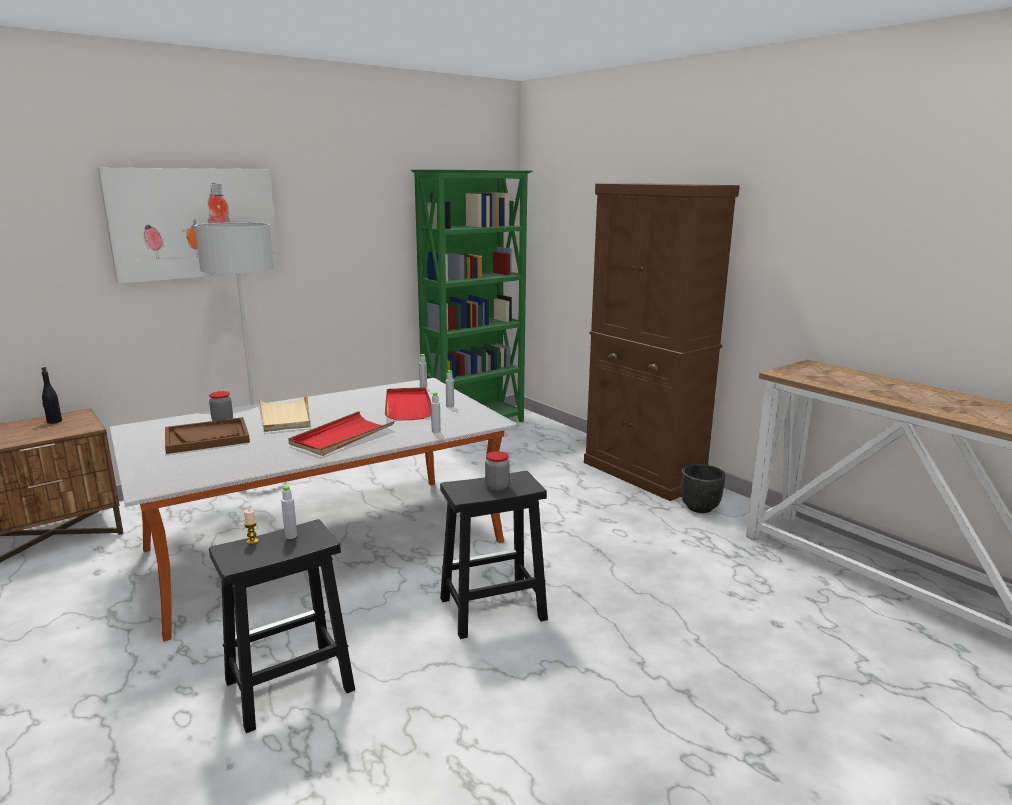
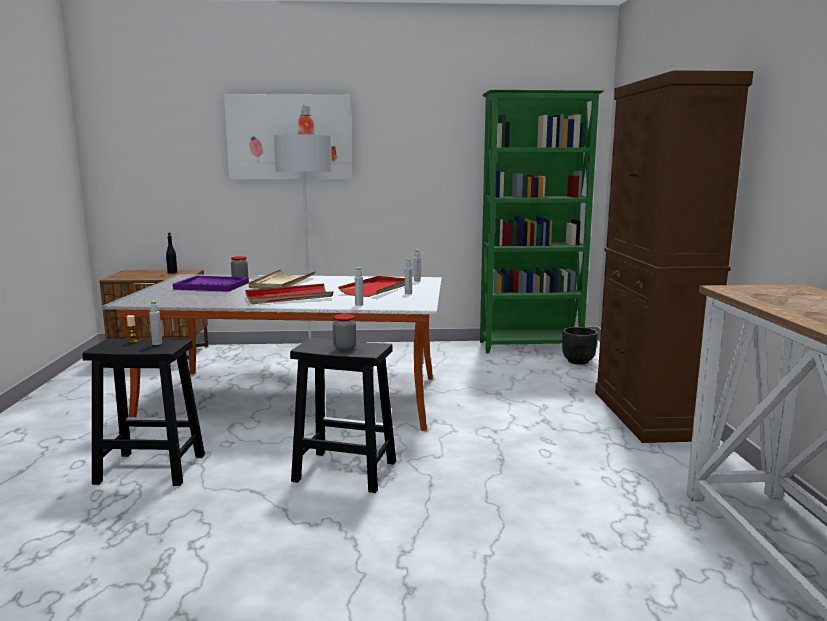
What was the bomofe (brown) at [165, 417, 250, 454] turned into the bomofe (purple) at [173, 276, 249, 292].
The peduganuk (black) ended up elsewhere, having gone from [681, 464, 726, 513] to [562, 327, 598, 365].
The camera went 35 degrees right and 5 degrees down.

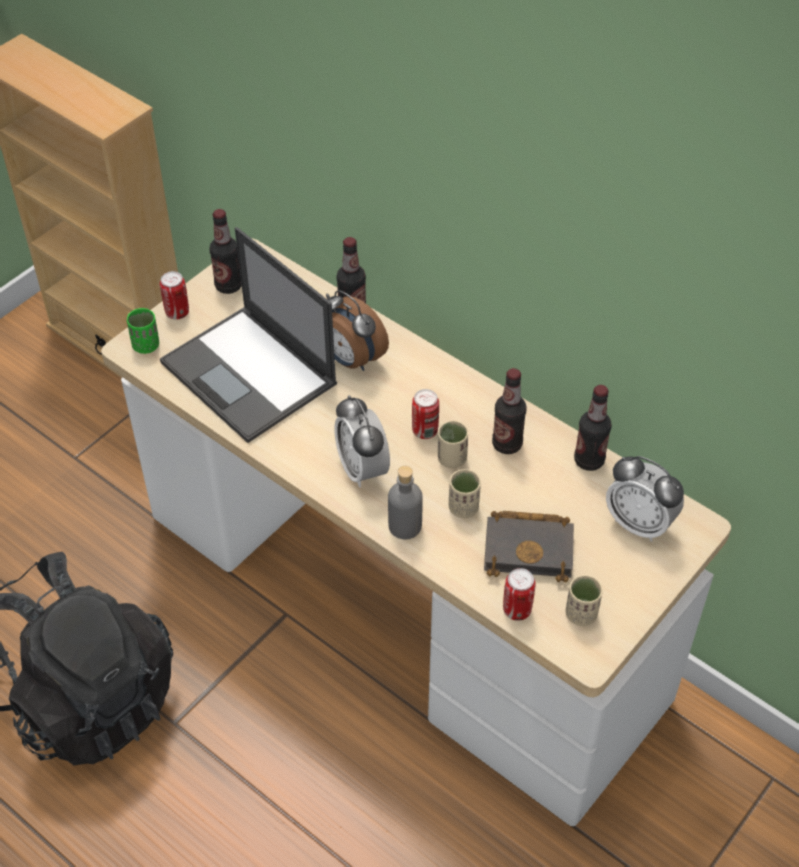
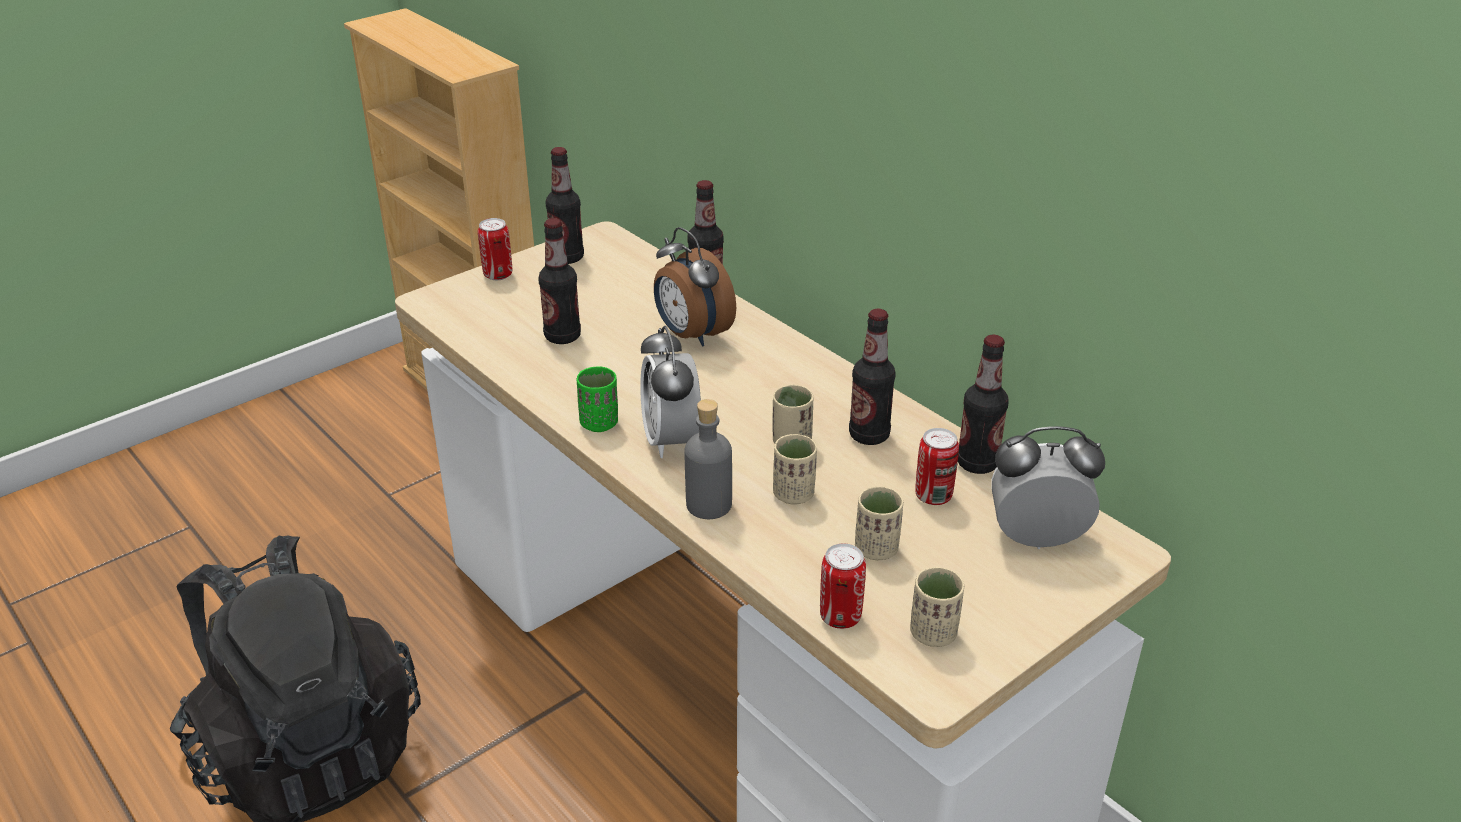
Where the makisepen stood at [160, 227, 337, 443], the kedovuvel came to stand at [538, 218, 581, 344].
The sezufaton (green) ended up elsewhere, having gone from [127, 308, 159, 354] to [577, 366, 618, 432].
Where the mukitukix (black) stood at [484, 511, 574, 583], the sezufaton (beige) came to stand at [855, 486, 904, 560].
The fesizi ended up elsewhere, having gone from [412, 389, 439, 439] to [915, 428, 959, 505].
The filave at [606, 456, 684, 542] ended up facing another way, 135 degrees clockwise from before.
The camera went 10 degrees right and 15 degrees down.

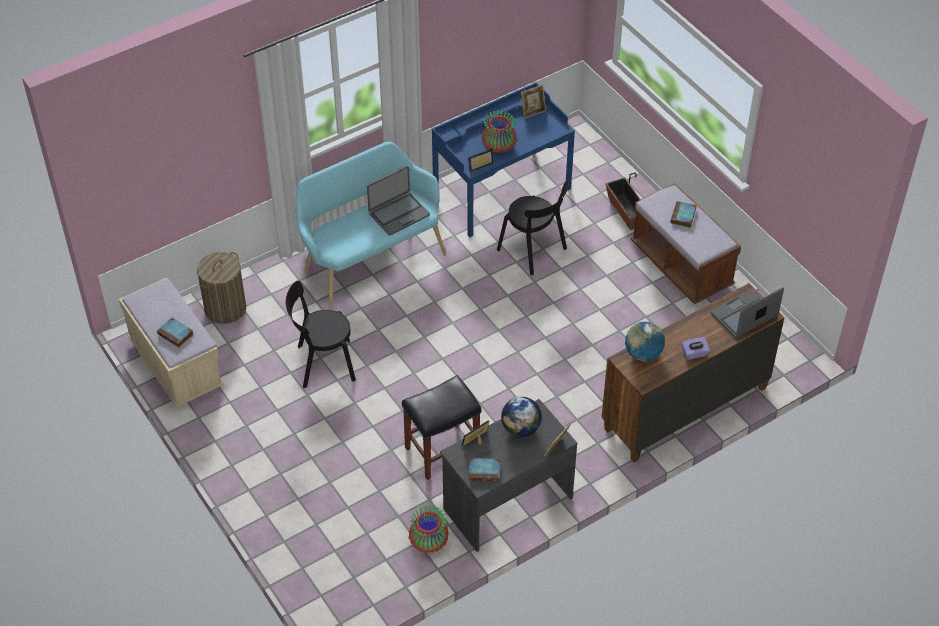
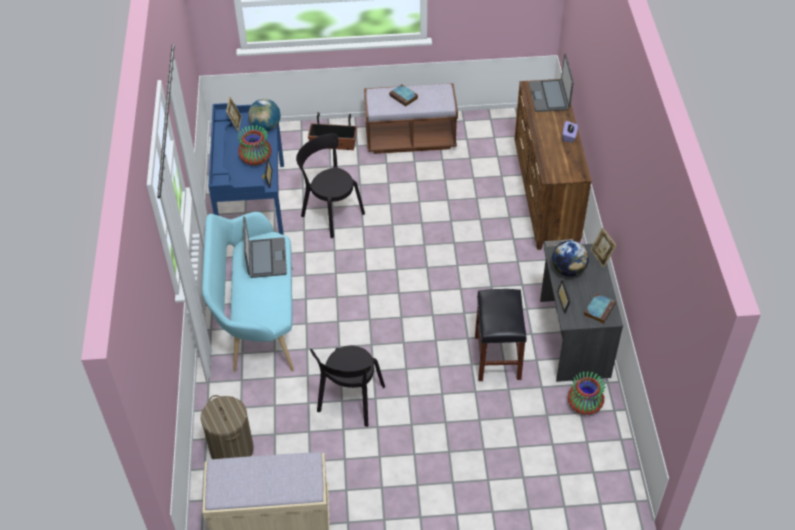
The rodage ended up elsewhere, having gone from [625, 322, 665, 361] to [248, 99, 281, 131].
The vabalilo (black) at [497, 180, 569, 275] ended up facing another way, 120 degrees counterclockwise from before.
The second view lost the mukitukix at [157, 318, 194, 347].
The camera went 60 degrees left and 0 degrees up.

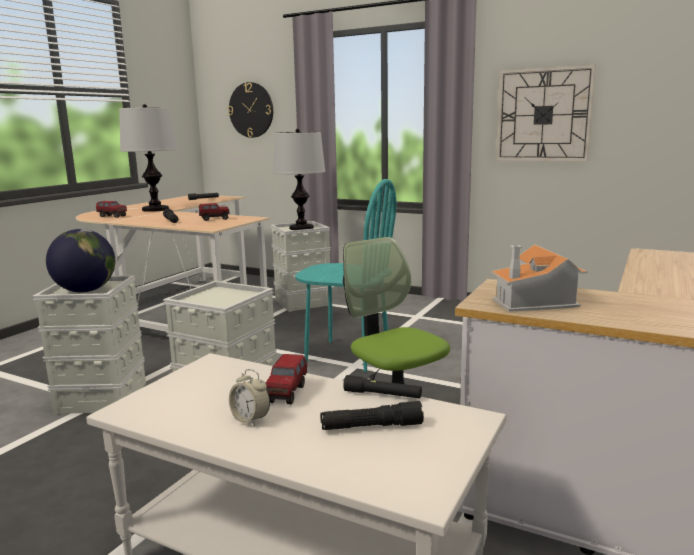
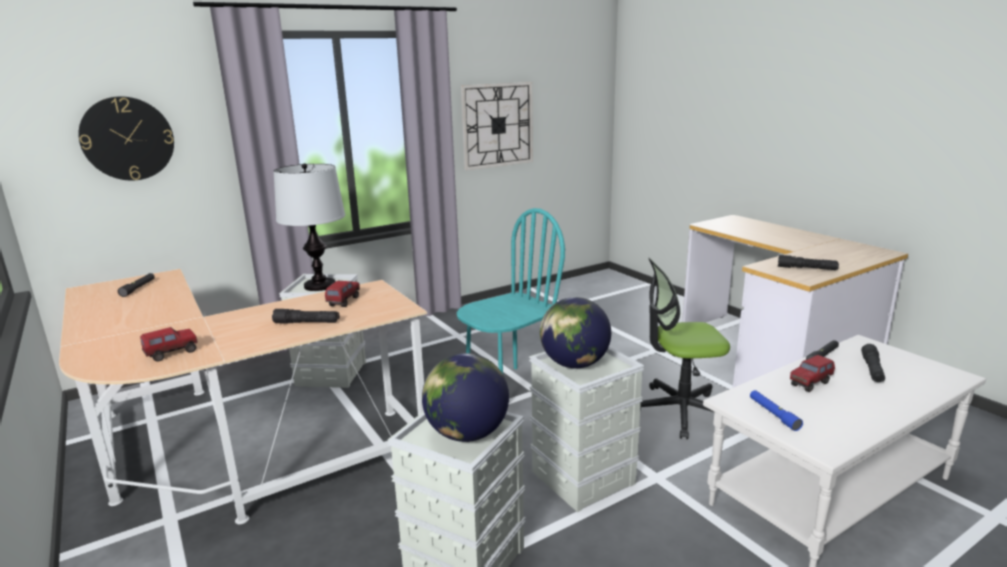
The second view gained the rodage at [540, 297, 611, 368].
The second view gained the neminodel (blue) at [750, 390, 803, 431].
Where the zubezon stood at [491, 244, 588, 312], the neminodel (black) came to stand at [778, 255, 839, 270].
The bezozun at [266, 354, 307, 404] ended up facing another way, 105 degrees clockwise from before.
The second view lost the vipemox at [119, 104, 178, 212].
The second view lost the filave at [229, 369, 270, 426].
The camera went 60 degrees left and 5 degrees up.

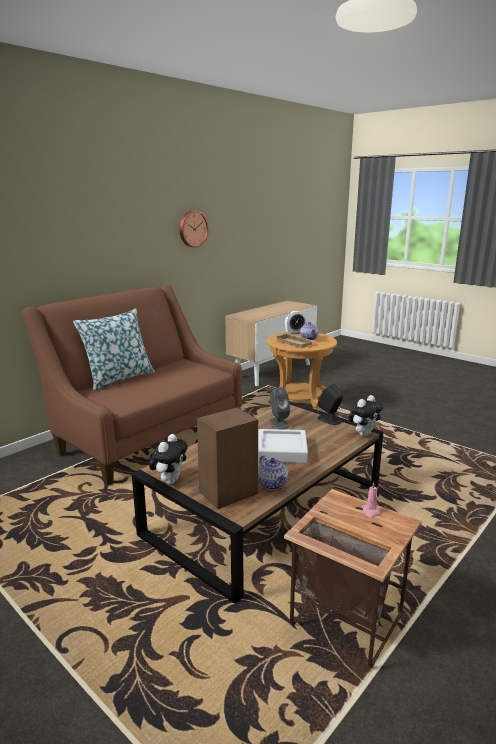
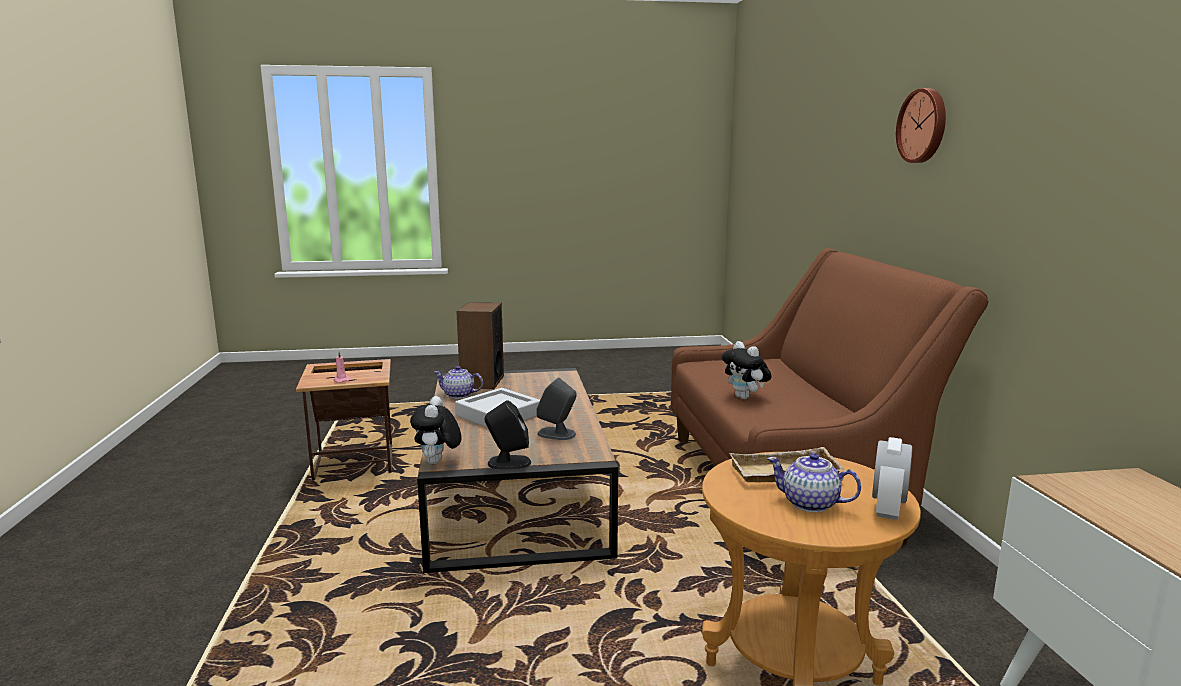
The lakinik ended up elsewhere, having gone from [149, 434, 188, 484] to [722, 341, 772, 399].
The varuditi ended up elsewhere, having gone from [179, 211, 209, 248] to [896, 88, 946, 163].
The second view lost the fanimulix at [73, 309, 155, 391].
The camera went 130 degrees right and 5 degrees down.

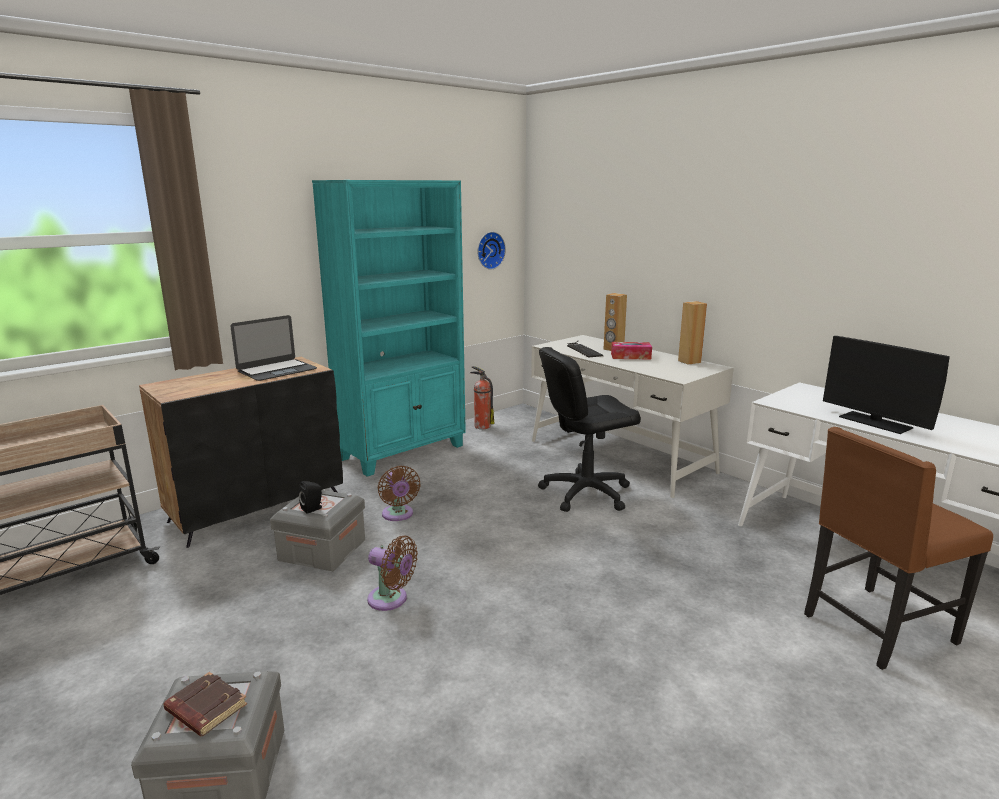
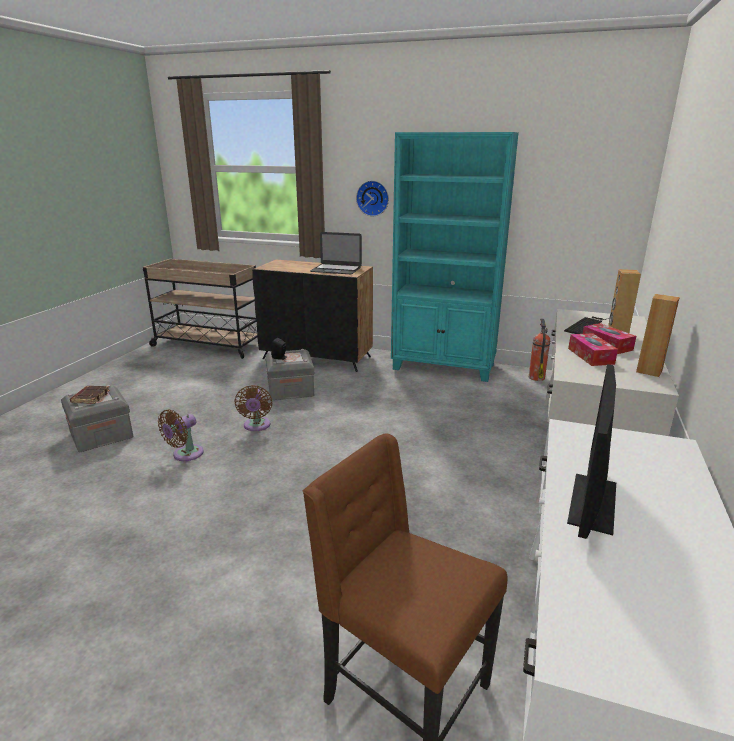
The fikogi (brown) ended up elsewhere, having gone from [378, 466, 421, 521] to [158, 409, 204, 461].
The varuditi ended up elsewhere, having gone from [477, 232, 506, 270] to [356, 180, 389, 216].
The second view gained the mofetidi at [568, 333, 618, 366].
The second view lost the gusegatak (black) at [538, 347, 641, 512].
The camera went 60 degrees right and 5 degrees up.

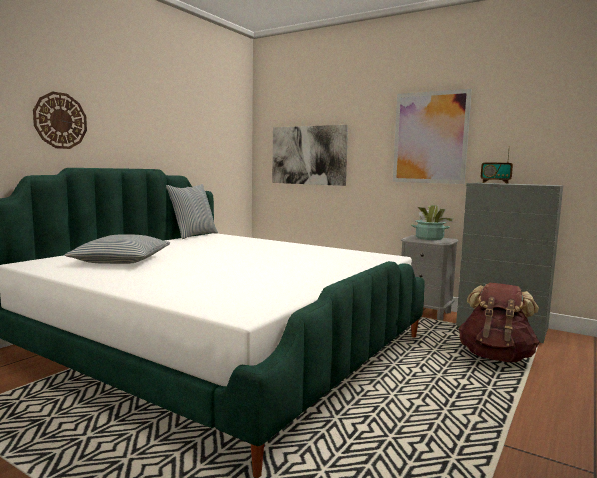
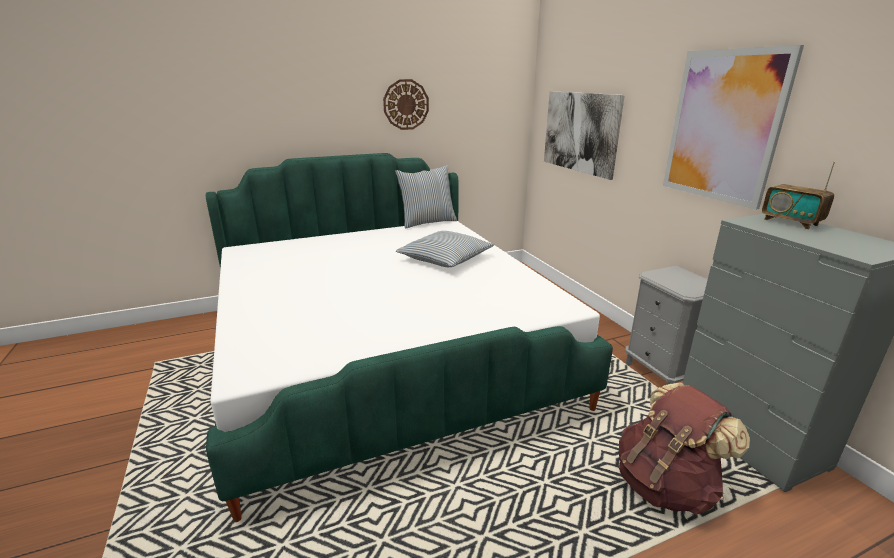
The varuditi ended up elsewhere, having gone from [33, 92, 87, 149] to [383, 79, 429, 130].
The fanimulix ended up elsewhere, having gone from [65, 234, 170, 264] to [396, 231, 494, 267].
The second view lost the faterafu at [411, 205, 454, 240].
The camera went 35 degrees right and 15 degrees up.

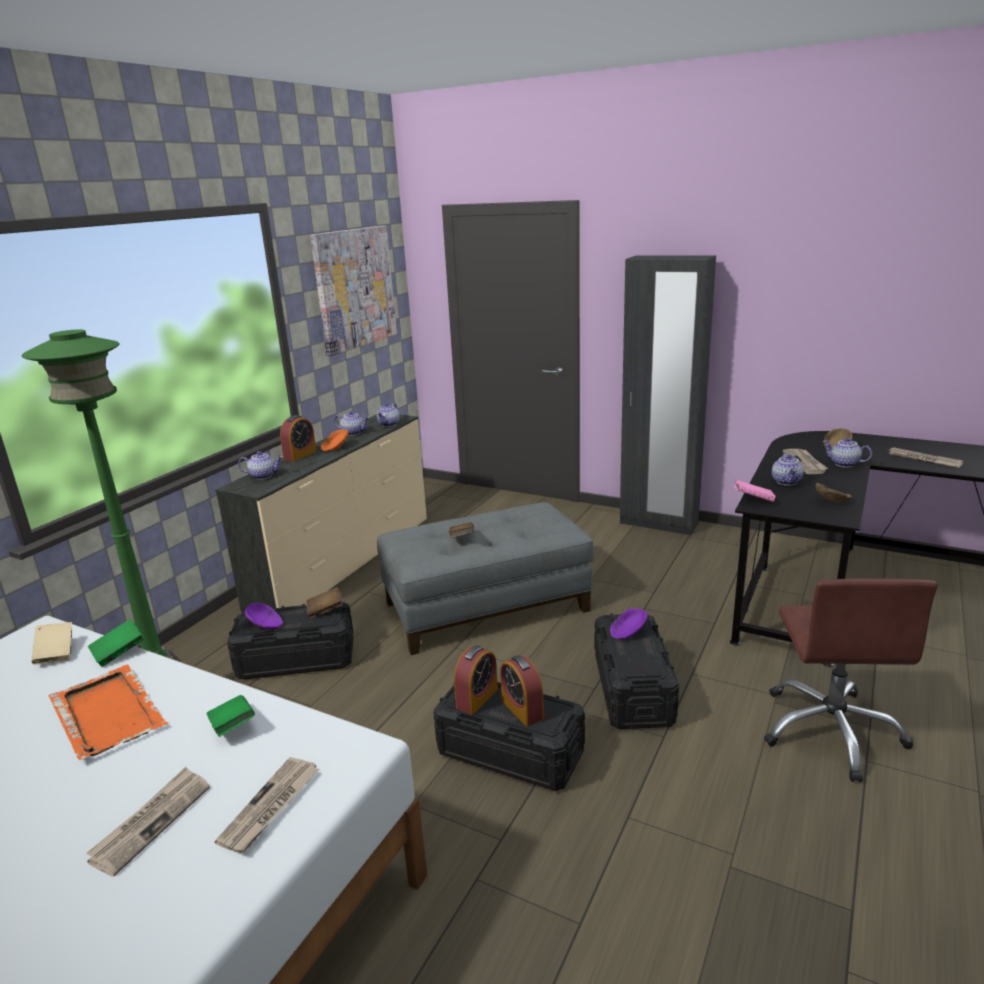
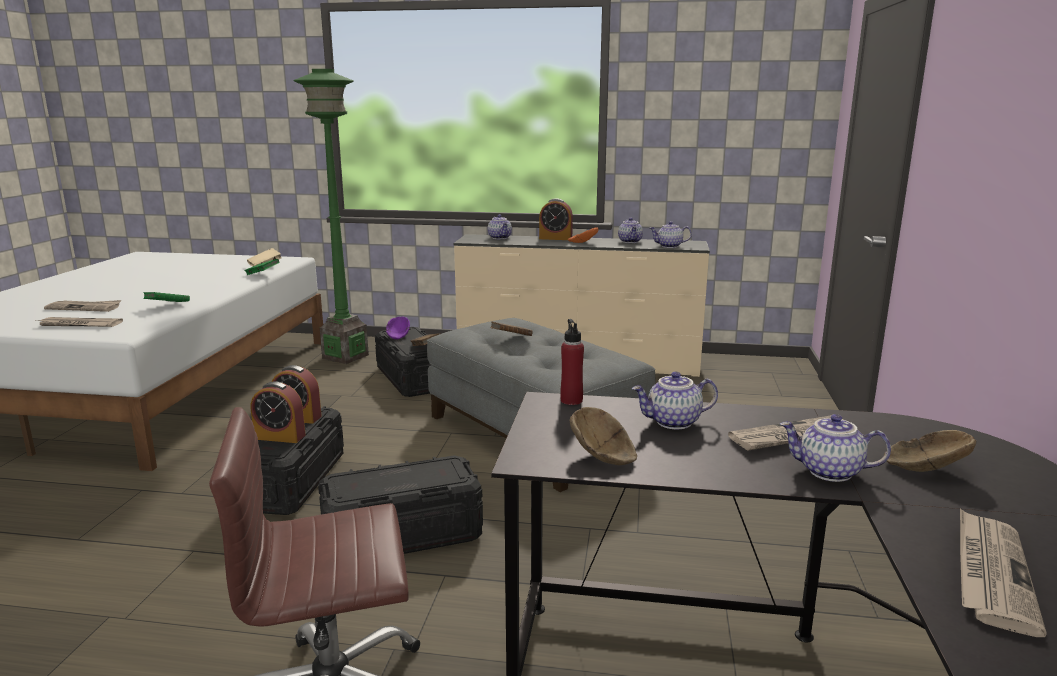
The filave at [500, 655, 544, 726] ended up facing another way, 120 degrees counterclockwise from before.
Where the mukitukix (pink) stood at [734, 480, 775, 502], the kedovuvel (red) came to stand at [560, 319, 584, 405].
The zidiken at [823, 438, 872, 467] ended up facing another way, 90 degrees counterclockwise from before.
The second view lost the bomofe (orange) at [48, 665, 169, 760].
The second view lost the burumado at [310, 226, 397, 356].
The second view lost the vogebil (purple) at [610, 608, 648, 639].
The second view lost the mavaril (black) at [620, 255, 716, 536].
The camera went 70 degrees right and 5 degrees down.

